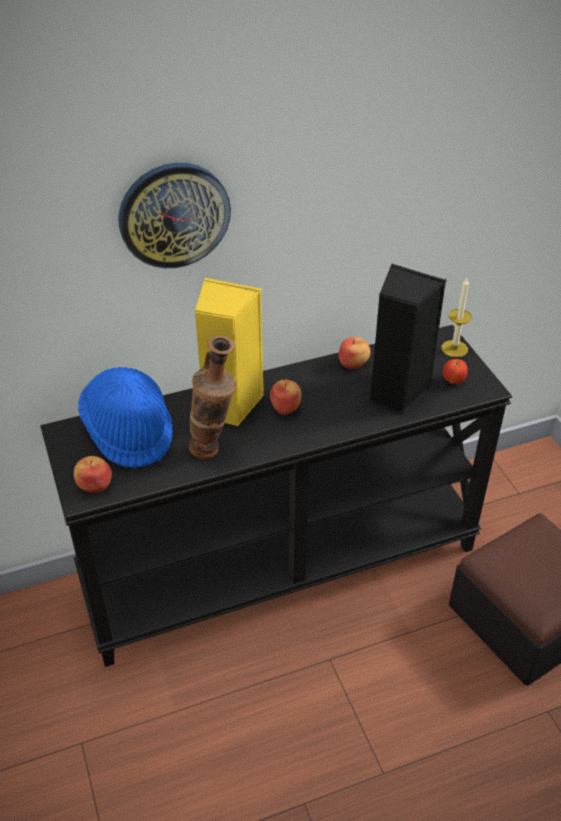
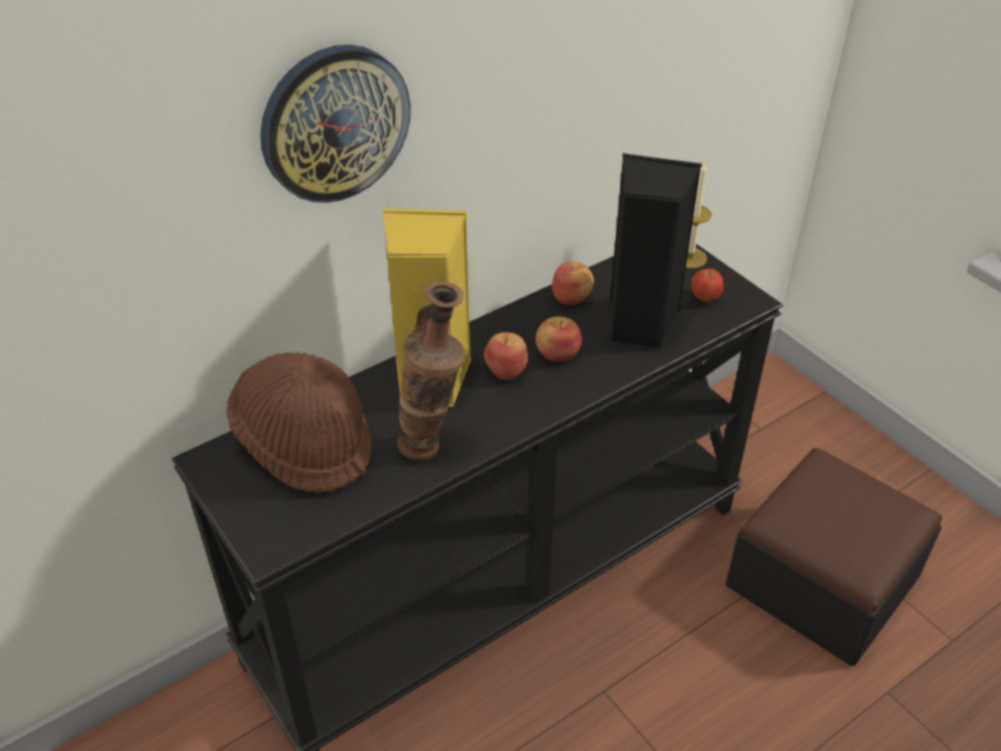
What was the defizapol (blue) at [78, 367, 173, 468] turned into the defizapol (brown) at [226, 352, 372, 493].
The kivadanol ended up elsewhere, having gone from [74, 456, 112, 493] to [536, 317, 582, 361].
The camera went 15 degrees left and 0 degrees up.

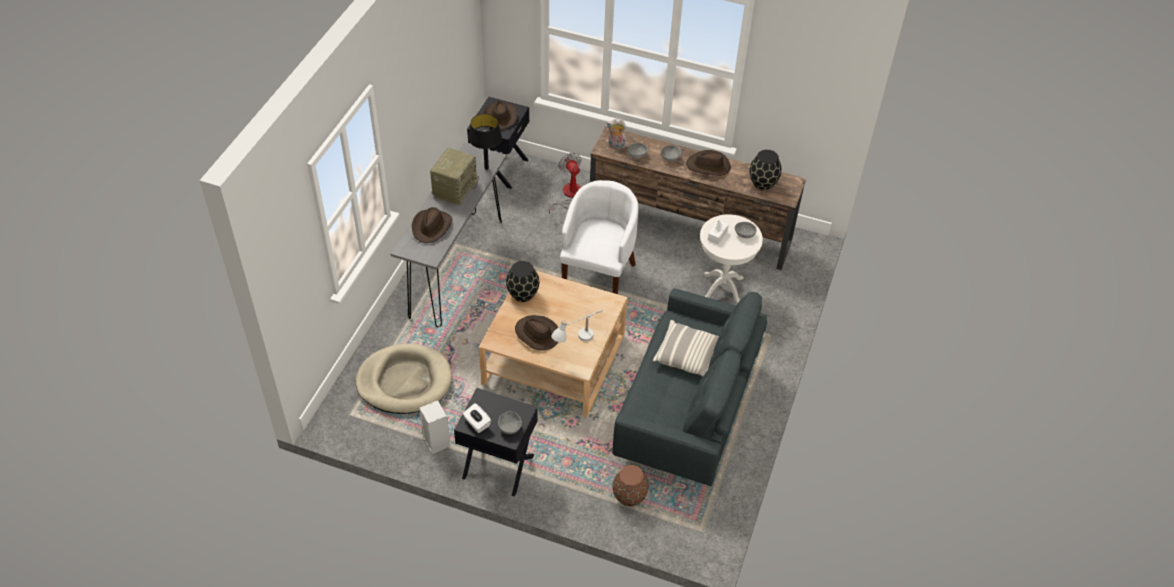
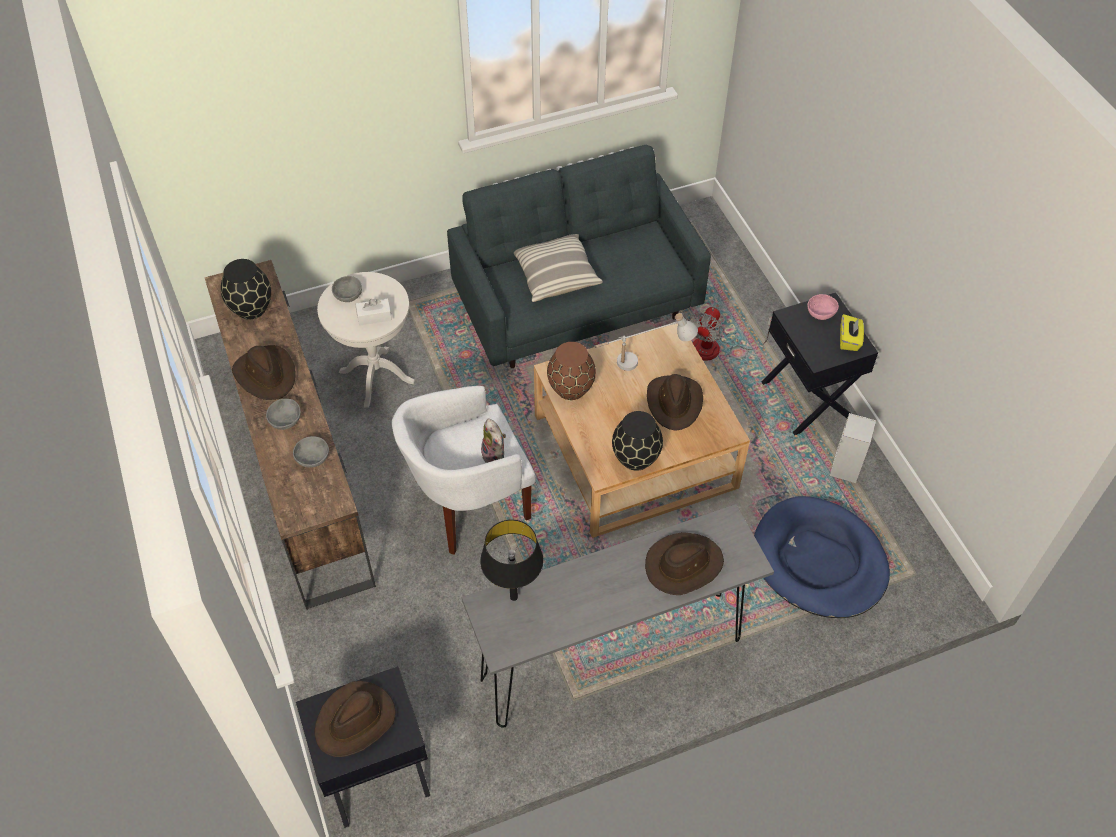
The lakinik ended up elsewhere, having gone from [606, 118, 626, 149] to [481, 418, 506, 463].
The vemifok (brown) ended up elsewhere, having gone from [613, 465, 648, 506] to [547, 342, 596, 400].
The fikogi ended up elsewhere, having gone from [549, 153, 582, 214] to [688, 307, 772, 360].
What was the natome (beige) at [356, 344, 452, 414] turned into the natome (blue) at [754, 496, 890, 618].
What was the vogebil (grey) at [498, 412, 522, 434] turned into the vogebil (pink) at [807, 294, 839, 320].
What was the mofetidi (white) at [463, 403, 491, 433] turned into the mofetidi (yellow) at [840, 314, 864, 351].
The second view lost the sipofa at [430, 148, 479, 206].
The camera went 130 degrees left and 5 degrees up.

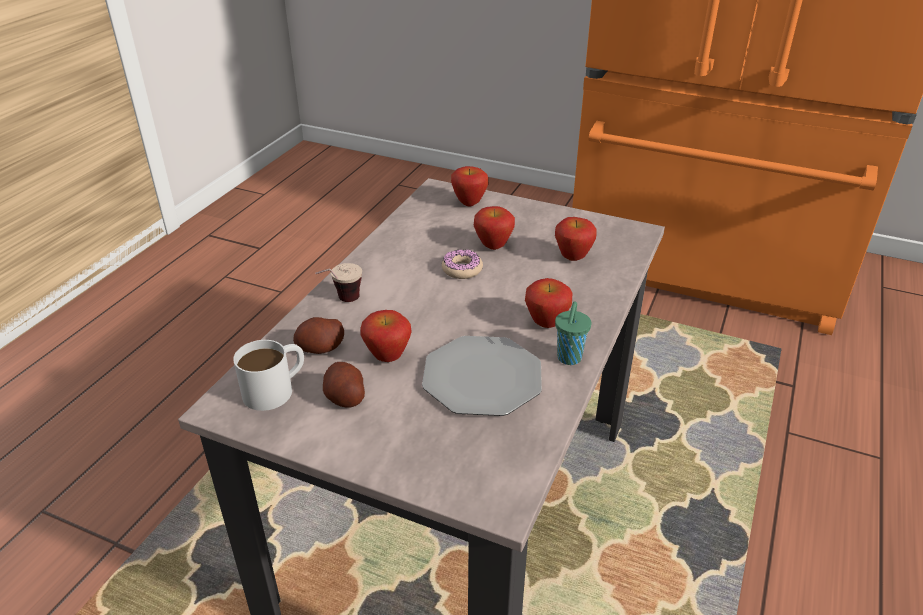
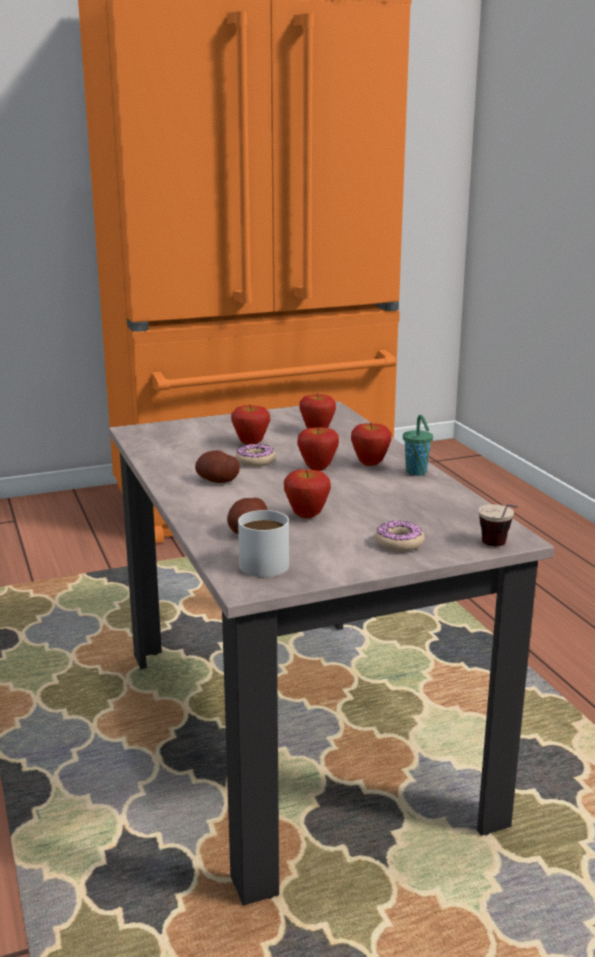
The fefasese ended up elsewhere, having gone from [323, 362, 365, 408] to [195, 450, 240, 483].
The kivadanol ended up elsewhere, having gone from [451, 166, 489, 206] to [297, 427, 339, 471].
The second view gained the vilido at [375, 521, 425, 551].
The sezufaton ended up elsewhere, having gone from [315, 263, 362, 302] to [479, 504, 518, 546].
The second view lost the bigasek at [422, 336, 542, 416].
The camera went 45 degrees left and 15 degrees down.

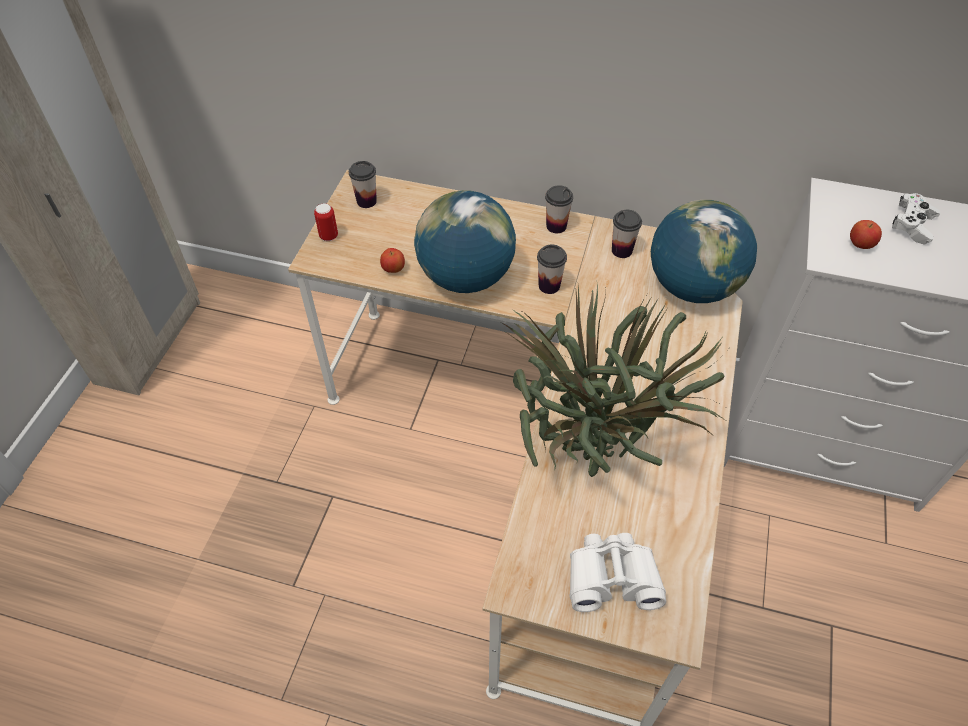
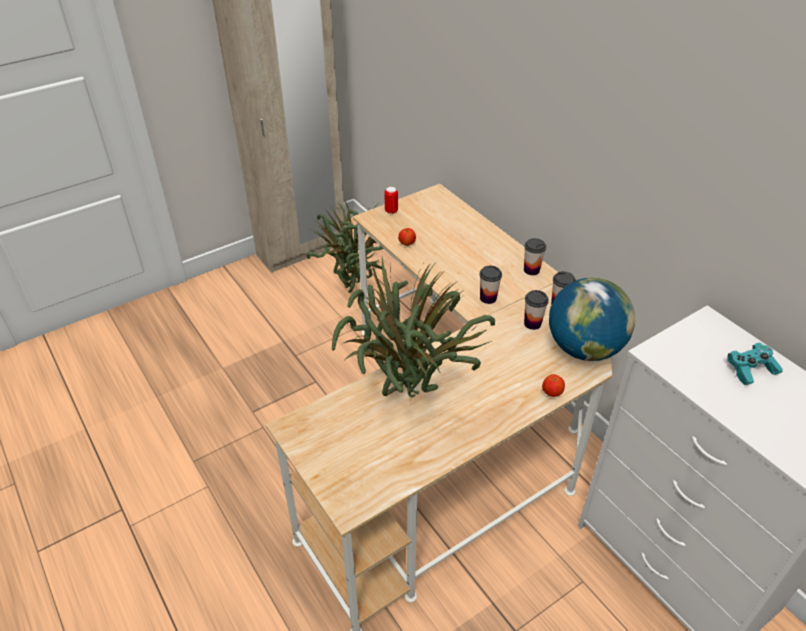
The second view gained the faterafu at [307, 200, 383, 293].
The sezufaton ended up elsewhere, having gone from [349, 161, 377, 208] to [524, 290, 549, 330].
The kivadanol ended up elsewhere, having gone from [850, 220, 882, 249] to [542, 374, 565, 397].
What was the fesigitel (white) at [892, 193, 940, 245] turned into the fesigitel (turquoise) at [727, 343, 783, 385].
The second view lost the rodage at [414, 190, 516, 293].
The second view lost the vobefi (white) at [569, 533, 666, 612].
The camera went 40 degrees right and 10 degrees down.

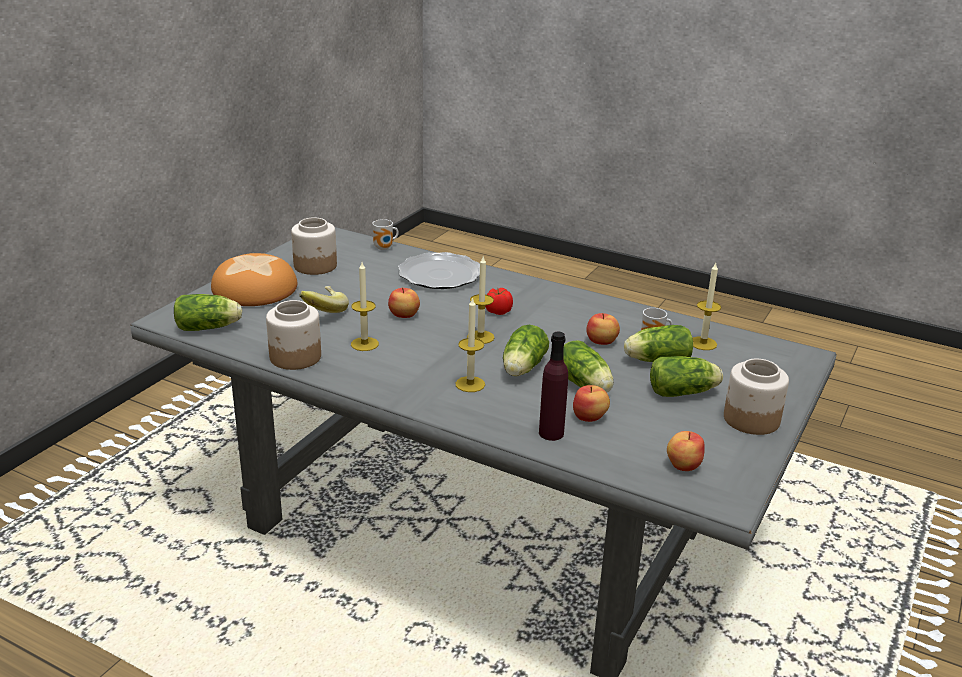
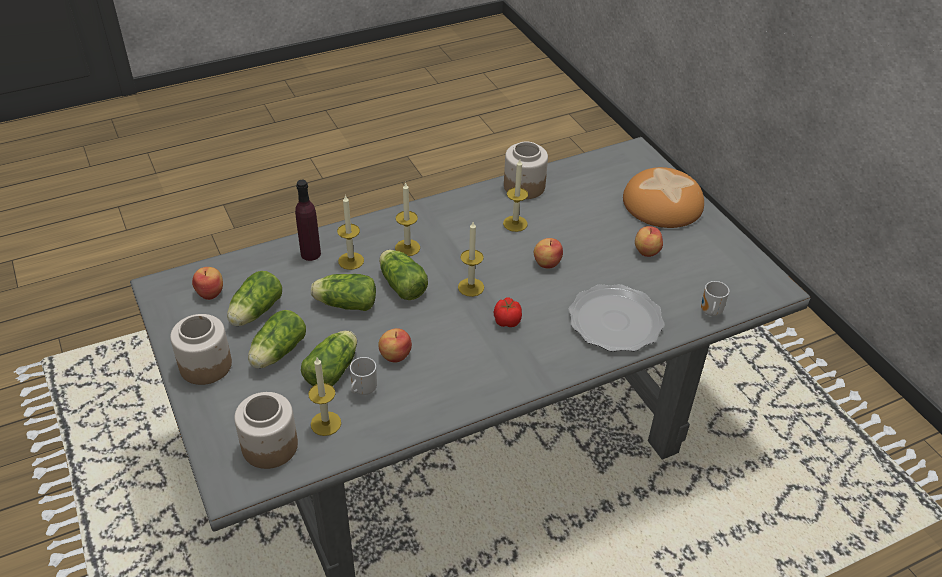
The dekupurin ended up elsewhere, having gone from [174, 294, 242, 331] to [227, 271, 282, 326].
The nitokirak ended up elsewhere, having gone from [291, 217, 337, 275] to [234, 392, 298, 469].
The second view gained the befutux at [337, 195, 364, 270].
The kivadanol ended up elsewhere, having gone from [573, 385, 610, 422] to [635, 226, 663, 257].
The second view lost the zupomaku at [299, 286, 349, 313].
The camera went 125 degrees right and 15 degrees up.

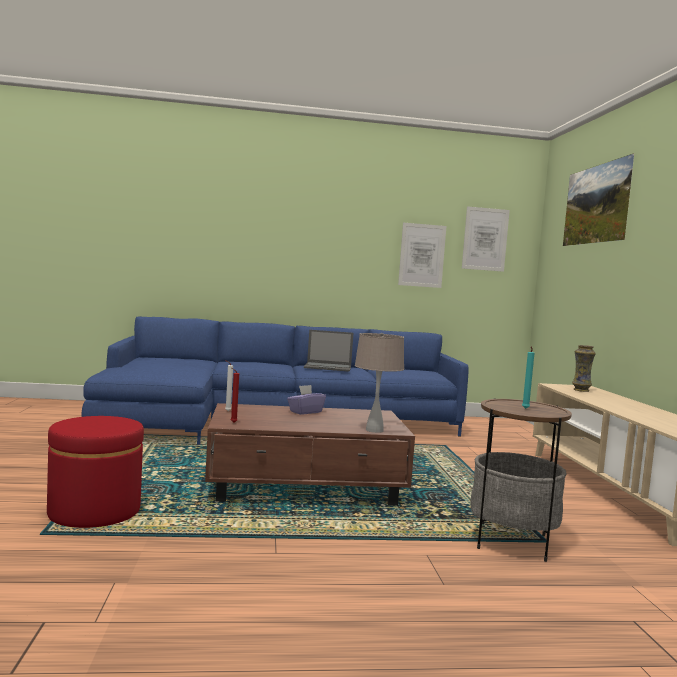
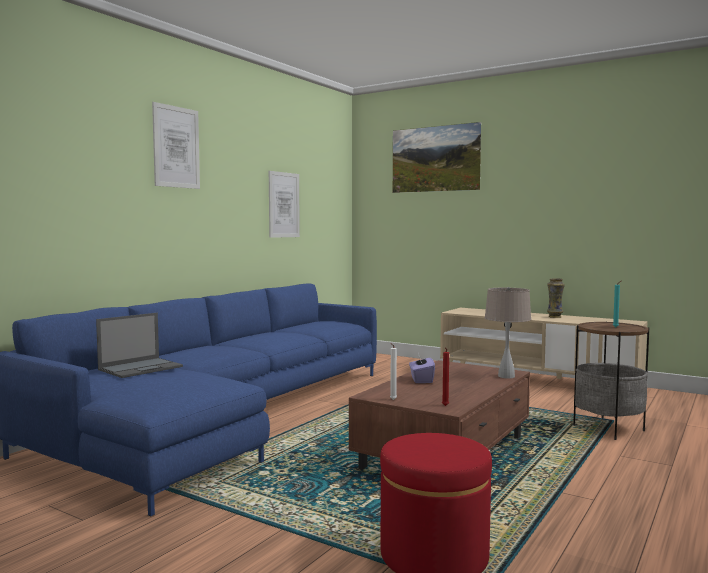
The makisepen ended up elsewhere, having gone from [304, 330, 353, 372] to [96, 313, 183, 378].
The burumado ended up elsewhere, having gone from [462, 206, 510, 272] to [152, 102, 200, 189].
The vemifok ended up elsewhere, having gone from [572, 345, 596, 392] to [547, 278, 565, 318].
The camera went 50 degrees left and 0 degrees up.

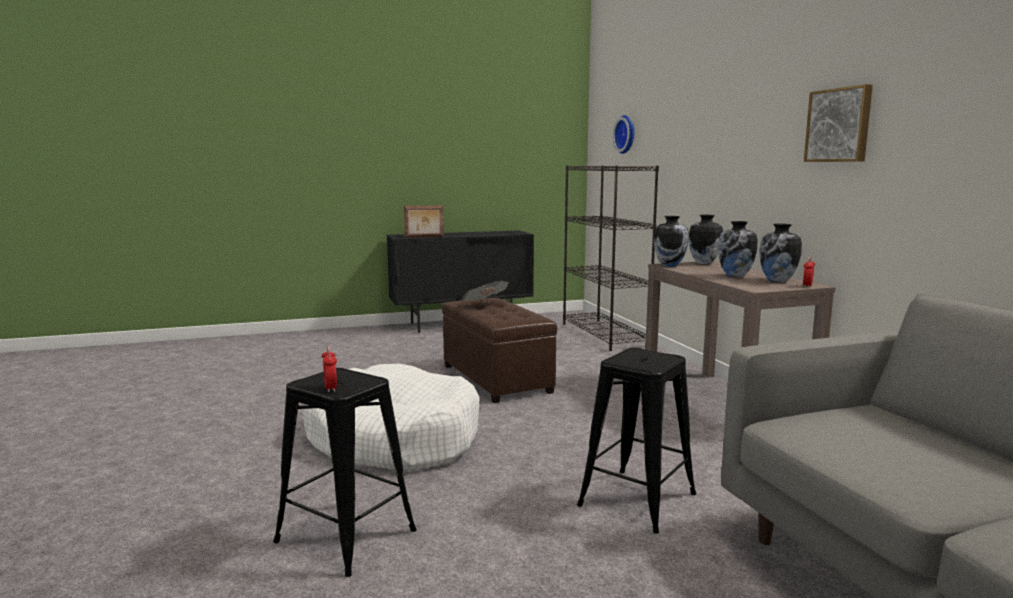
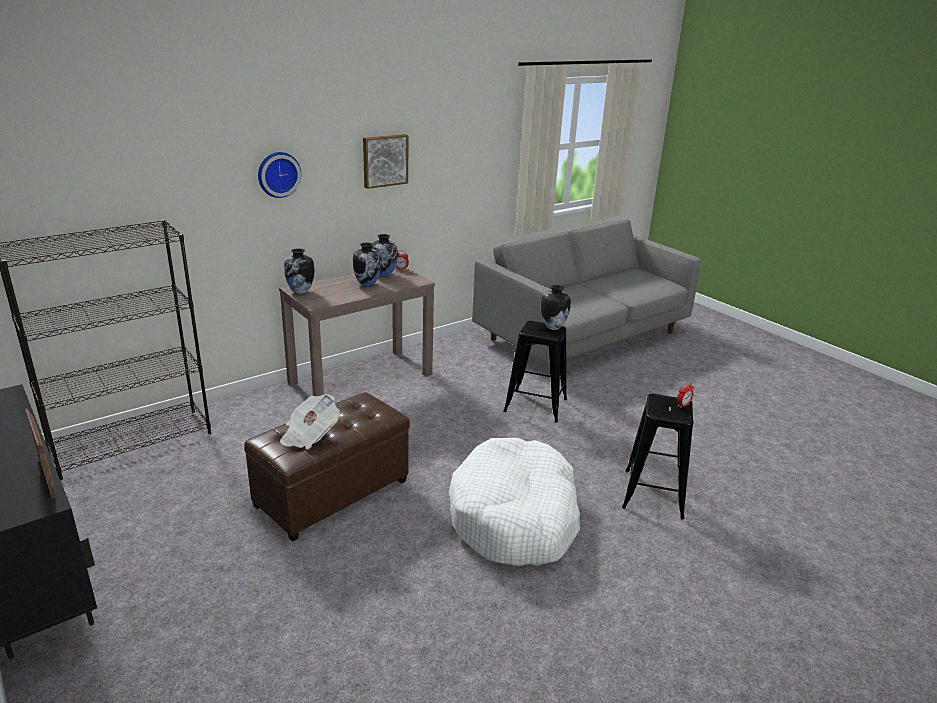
The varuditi ended up elsewhere, having gone from [613, 115, 634, 154] to [258, 152, 301, 198].
The vemifok ended up elsewhere, having gone from [654, 216, 689, 267] to [541, 285, 571, 330].
The camera went 110 degrees left and 15 degrees up.

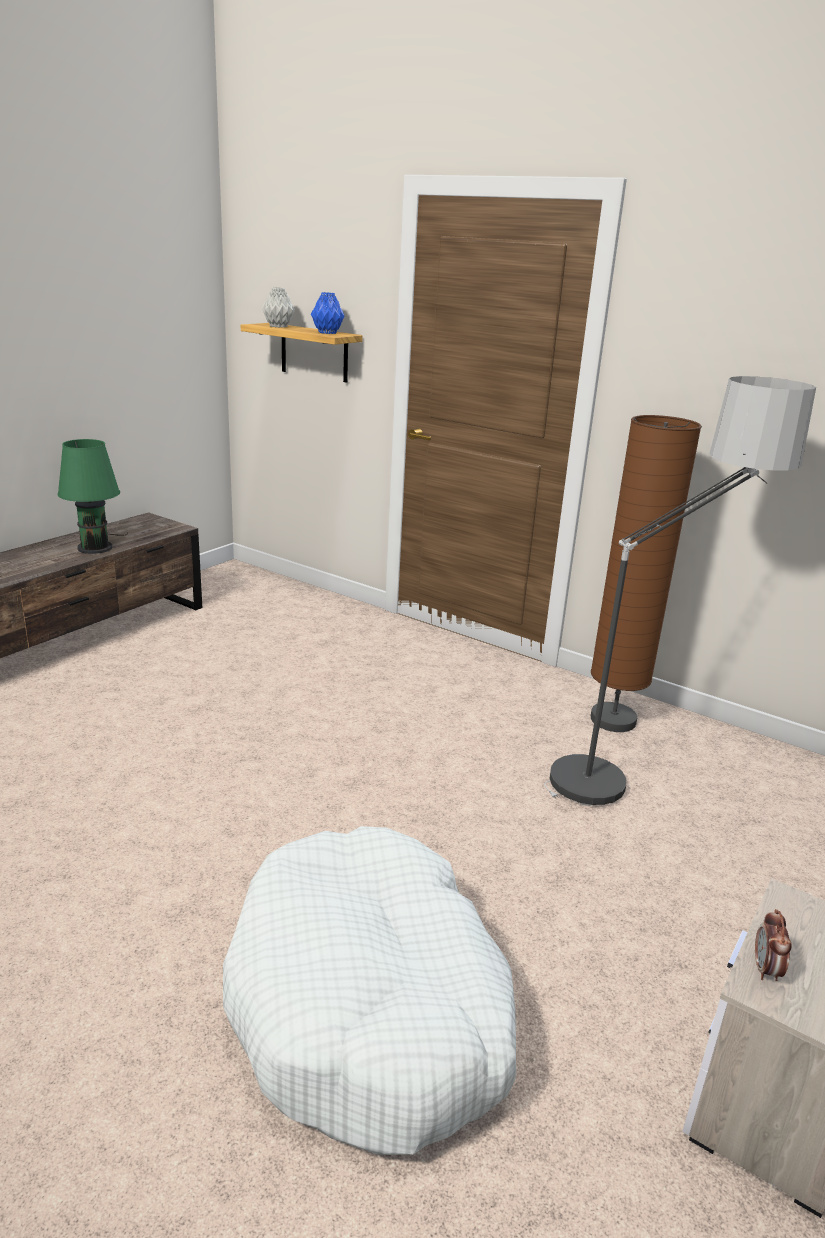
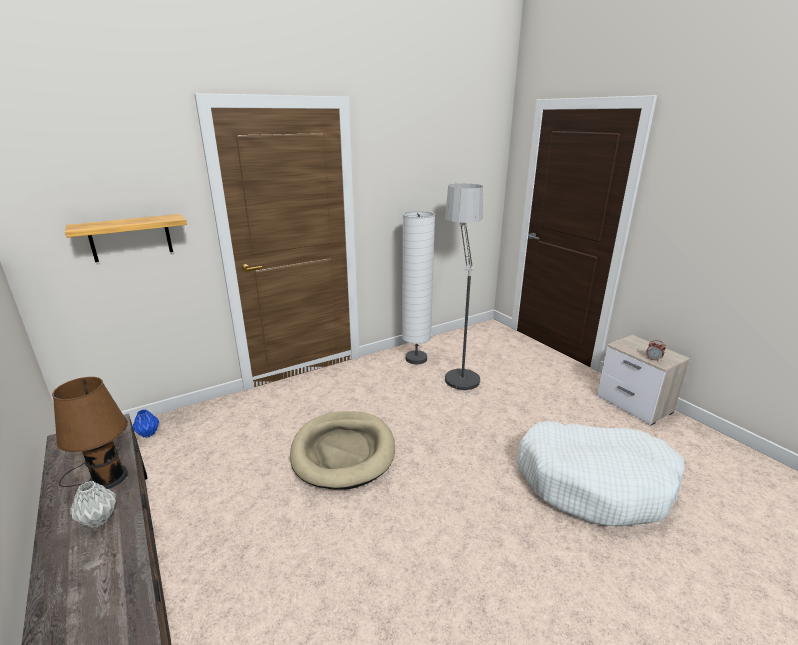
What was the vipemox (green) at [57, 439, 128, 554] turned into the vipemox (brown) at [52, 377, 128, 489].
The vemifok (grey) ended up elsewhere, having gone from [262, 287, 295, 328] to [70, 481, 116, 528].
The vemifok (blue) ended up elsewhere, having gone from [311, 292, 344, 334] to [133, 409, 159, 438].
The second view gained the natome (beige) at [290, 411, 395, 490].
What was the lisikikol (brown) at [591, 415, 702, 732] turned into the lisikikol (white) at [402, 211, 435, 364].
The camera went 65 degrees left and 0 degrees up.

